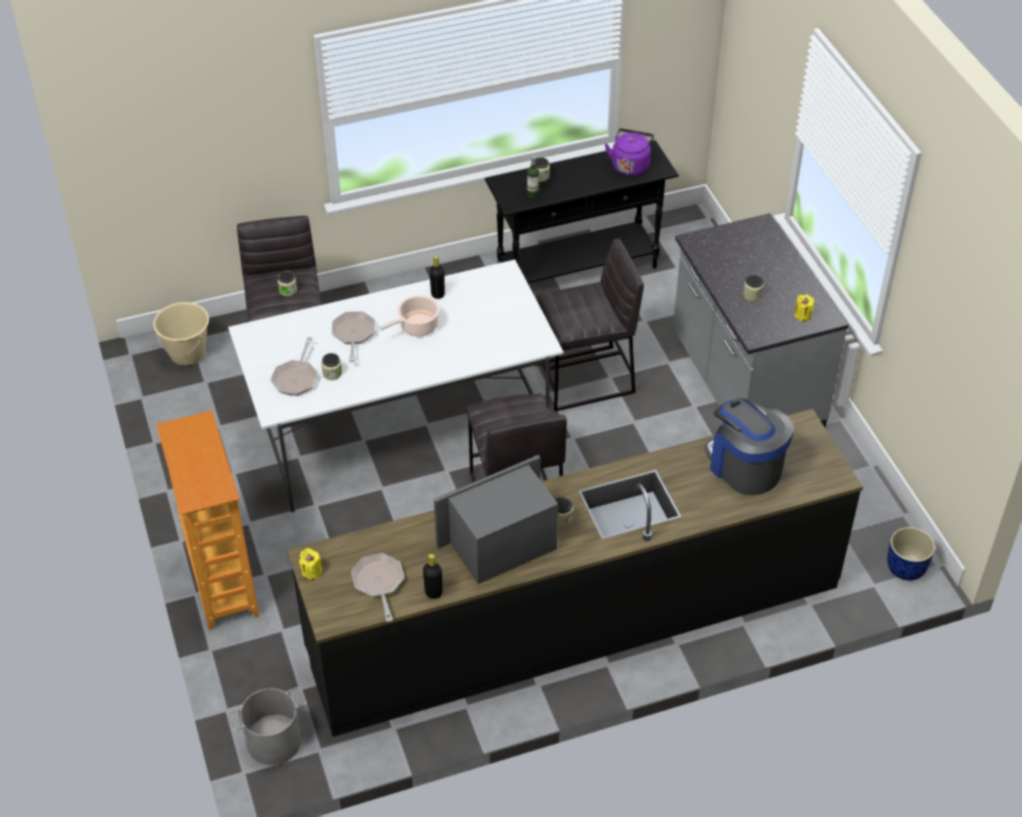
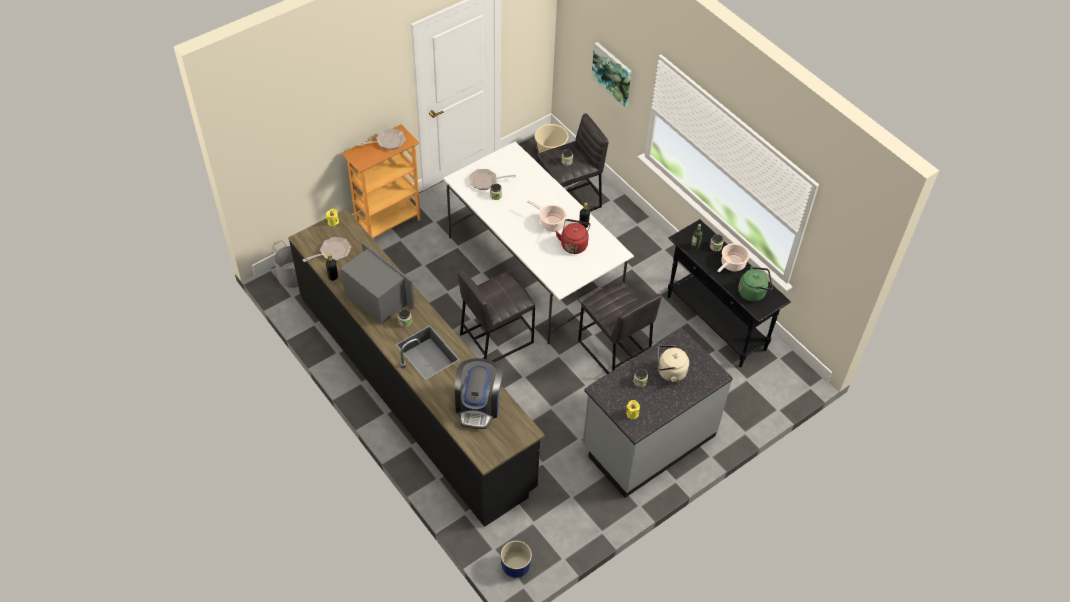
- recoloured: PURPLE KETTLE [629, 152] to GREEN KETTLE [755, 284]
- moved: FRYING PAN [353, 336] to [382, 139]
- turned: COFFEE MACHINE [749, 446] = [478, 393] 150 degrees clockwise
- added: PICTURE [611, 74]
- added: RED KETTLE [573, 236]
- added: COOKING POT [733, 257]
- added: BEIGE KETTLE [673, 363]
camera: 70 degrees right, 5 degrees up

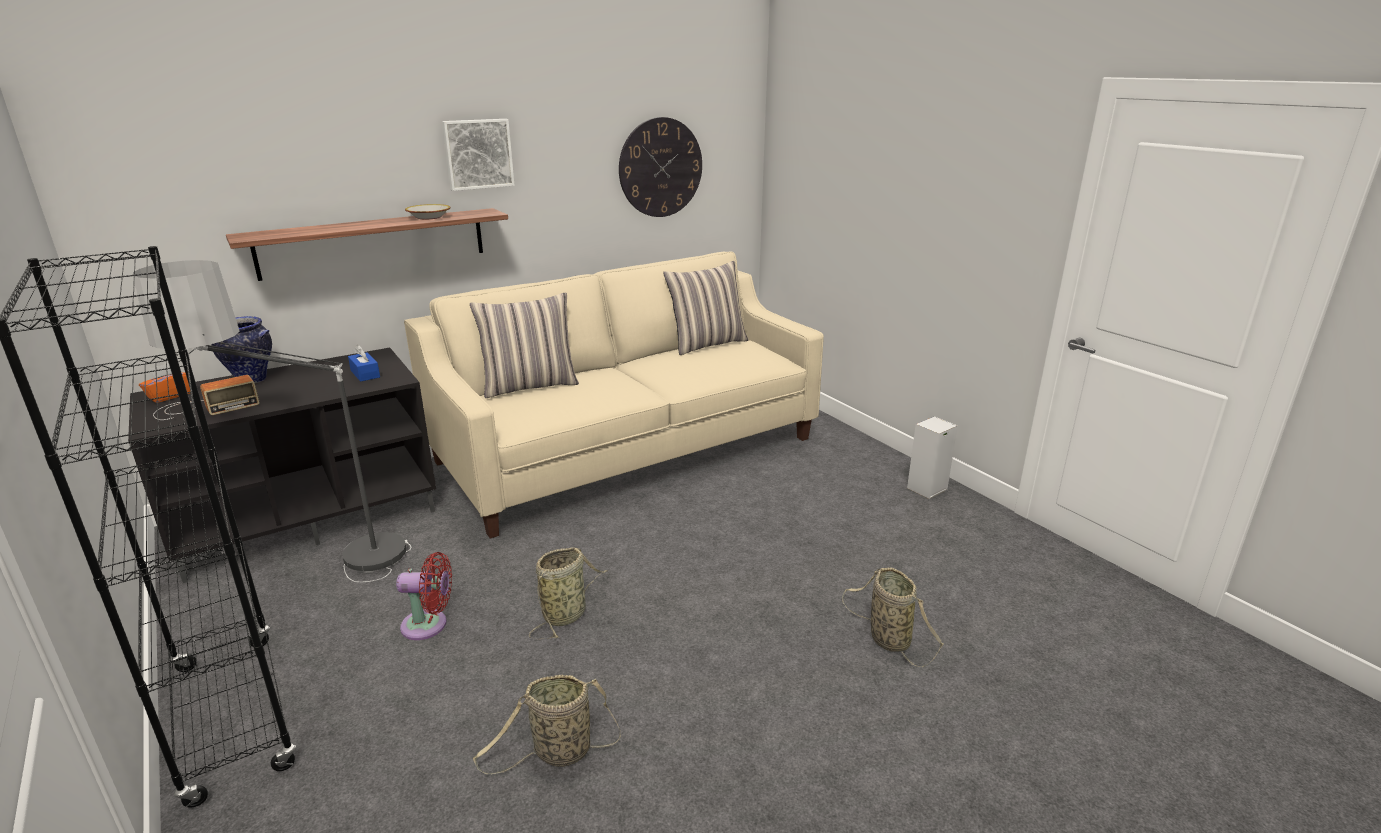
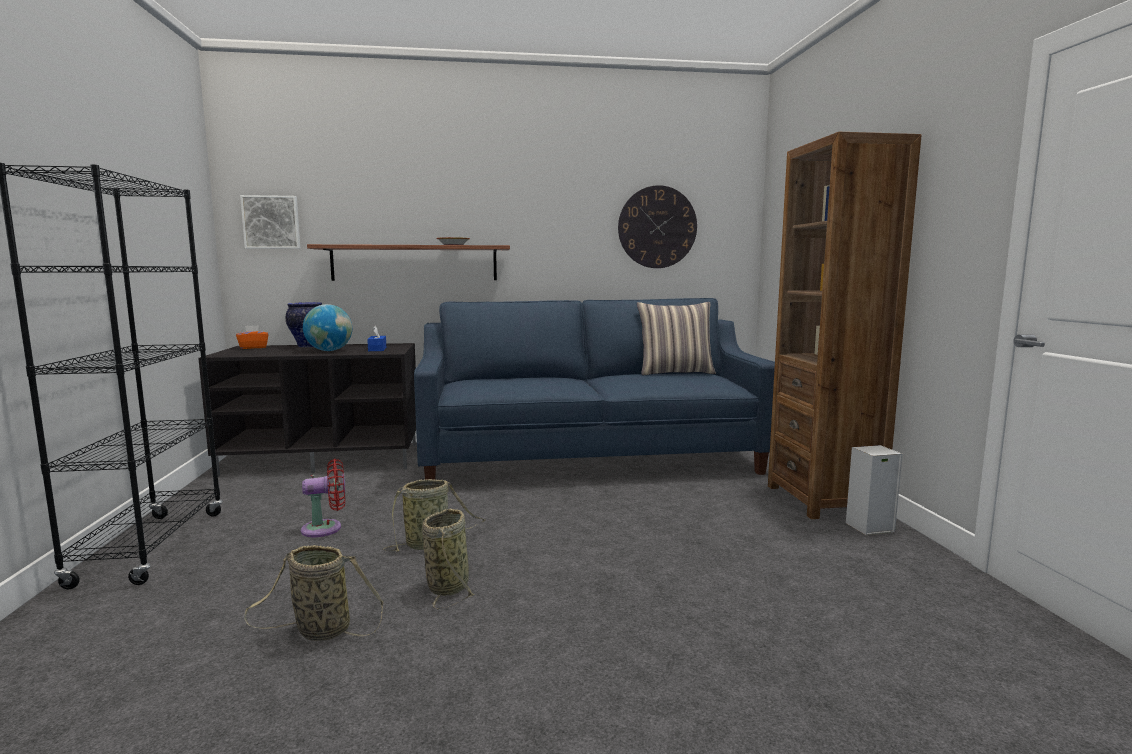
- moved: PICTURE [478, 155] to [270, 222]
- recoloured: BEIGE SOFA [614, 394] to BLUE SOFA [594, 389]
- removed: FLOOR LAMP [272, 421]
- removed: PILLOW [524, 345]
- removed: RADIO [206, 397]
- turned: RED FAN [424, 596] = [323, 498] 45 degrees counterclockwise
- moved: BASKET [892, 617] to [448, 559]
- added: BROWN BOOKCASE [845, 325]
- added: GLOBE [327, 327]
camera: 25 degrees right, 15 degrees down

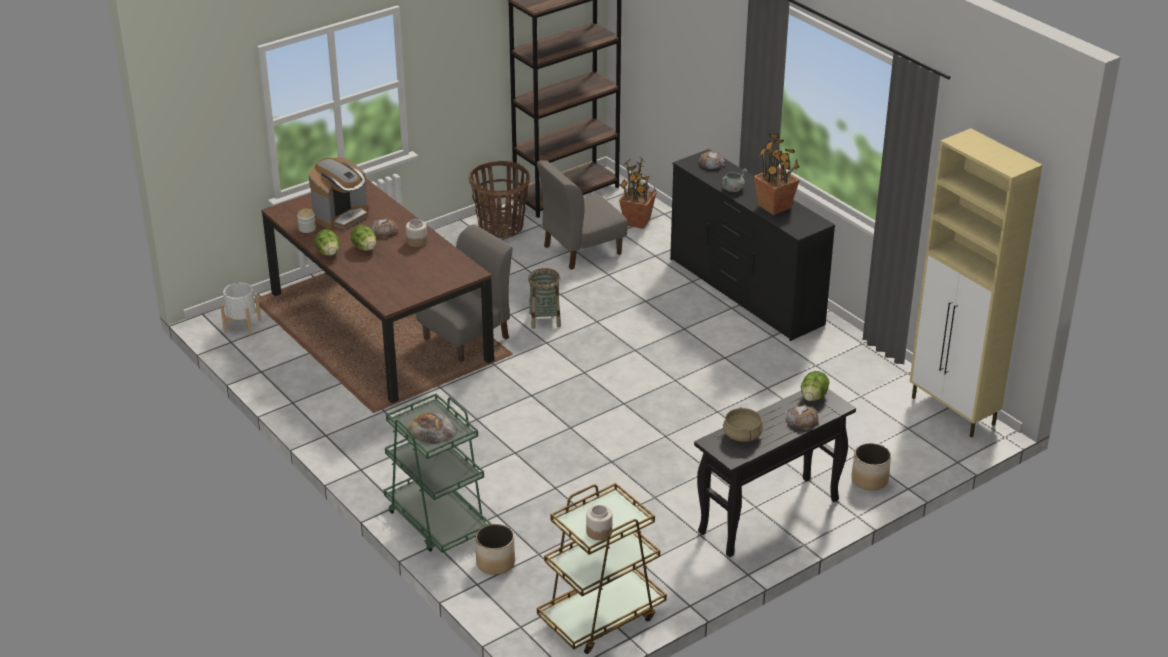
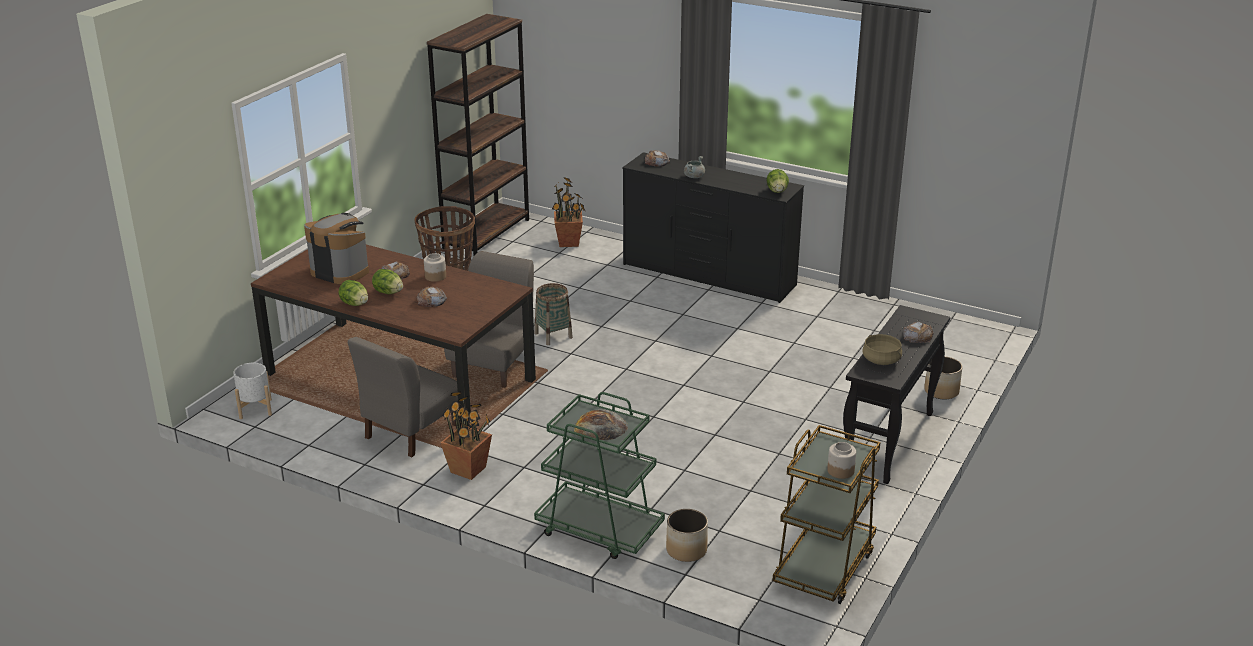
- removed: BEIGE CABINET [976, 283]
- moved: POTTED PLANT [776, 174] to [466, 435]
- turned: COFFEE MACHINE [338, 193] = [336, 248] 75 degrees counterclockwise
- moved: GREY CHAIR [582, 215] to [403, 397]
- removed: JAR [306, 220]
- moved: LETTUCE [815, 386] to [777, 181]
- added: BREAD [432, 297]
camera: 25 degrees left, 5 degrees down

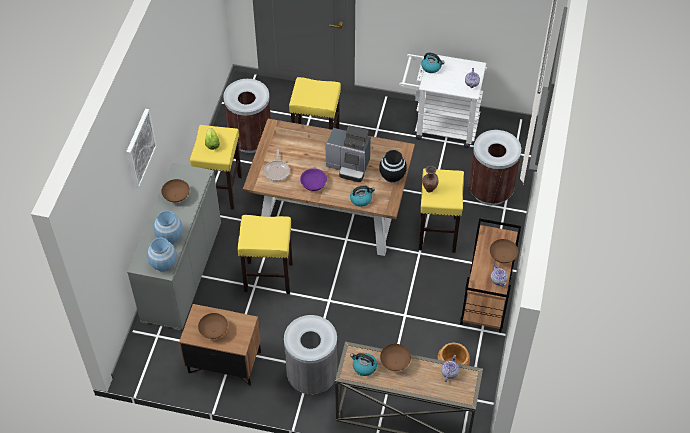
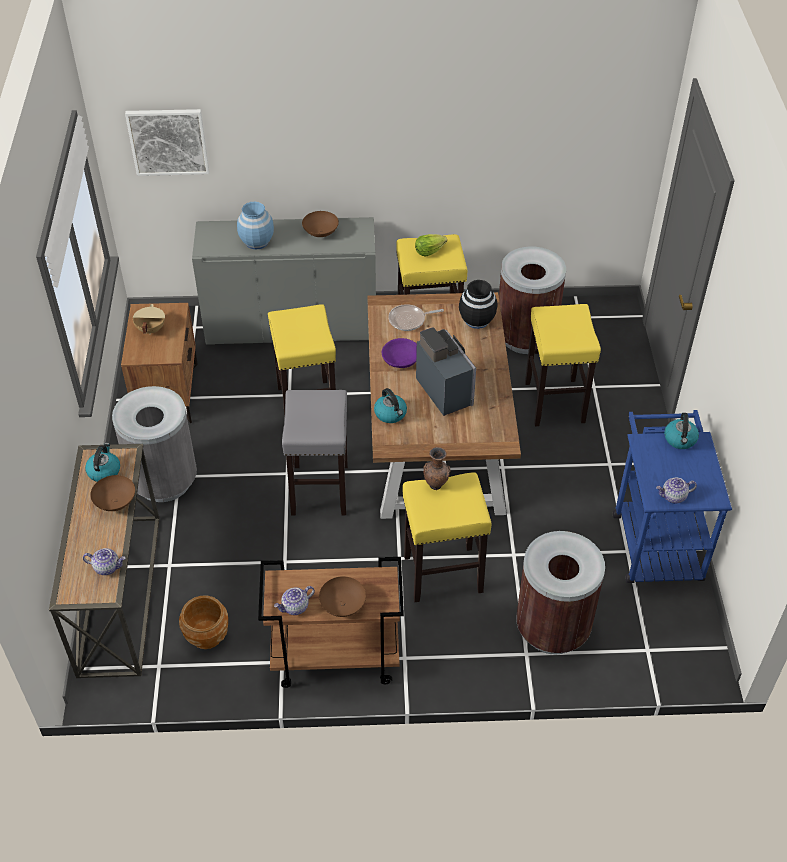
- recoloured: WHITE CART [443, 101] to BLUE CART [672, 496]
- moved: PICTURE [141, 149] to [167, 142]
- turned: COFFEE MACHINE [348, 154] = [446, 371] 150 degrees clockwise
- moved: BLACK VASE [393, 166] to [478, 304]
- removed: BLUE VASE [162, 254]
- replaced: BROWN BOWL [213, 326] to BEIGE COOKING POT [149, 319]
- added: GREY STOOL [315, 452]
camera: 75 degrees right, 5 degrees down

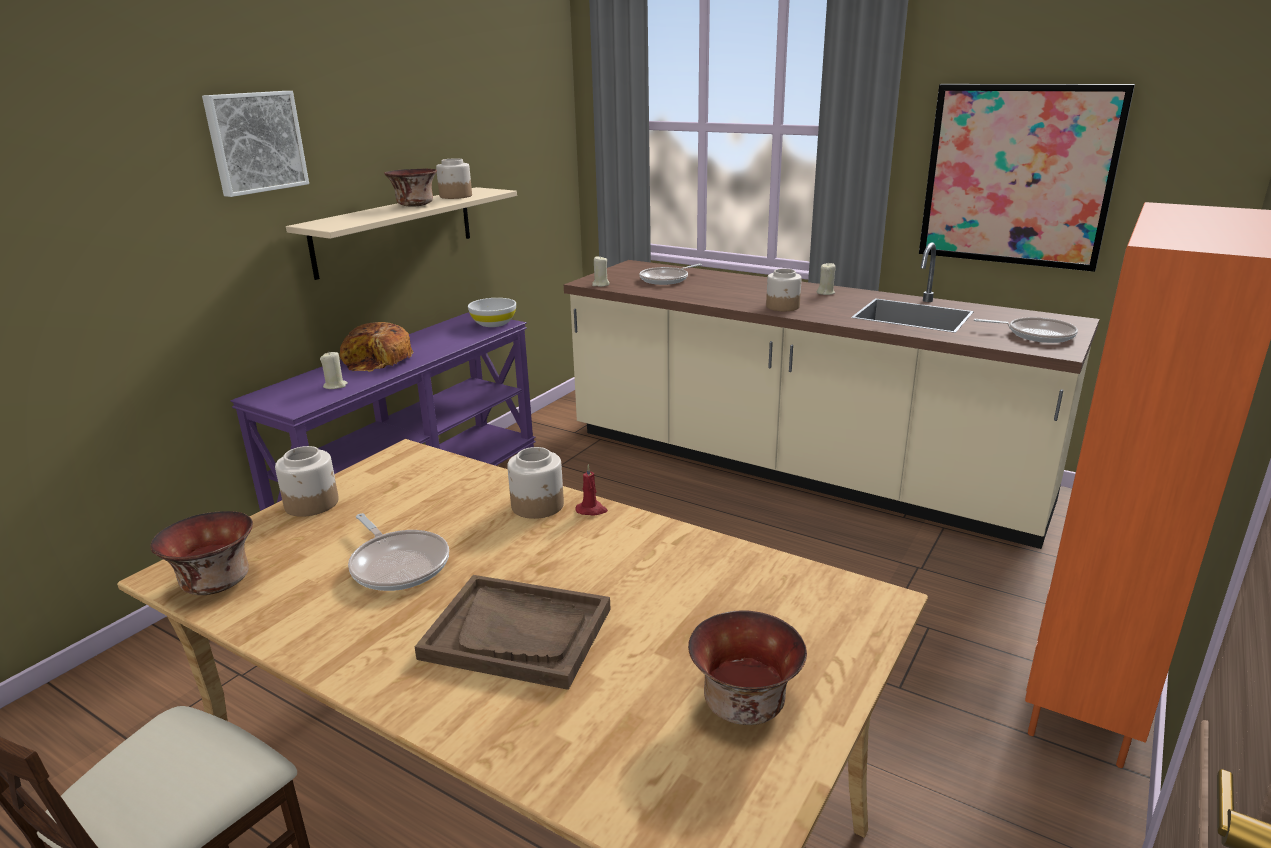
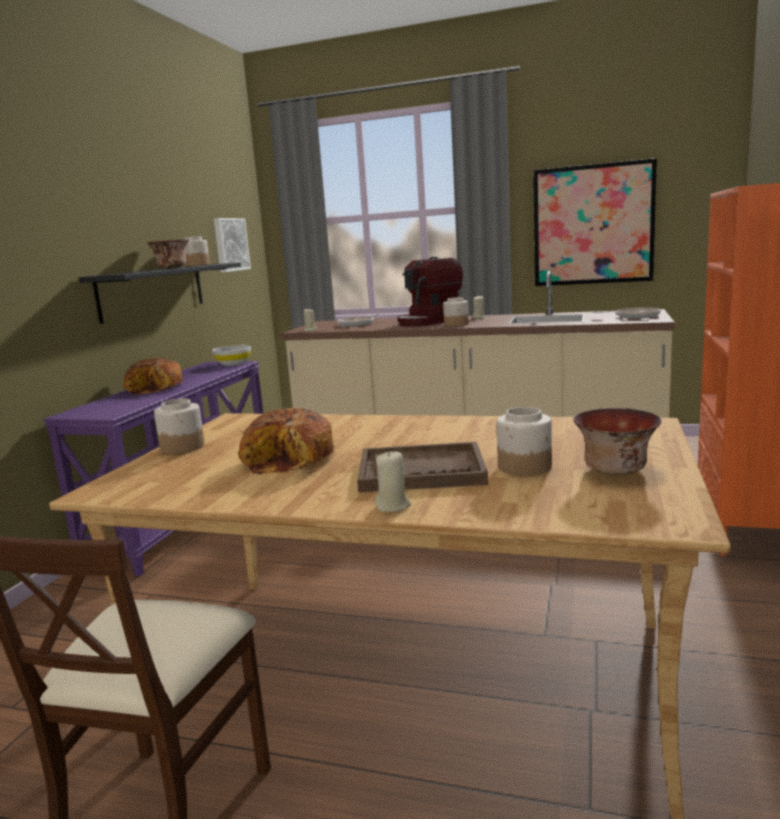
- moved: PICTURE [255, 144] to [232, 245]
- recoloured: BEIGE SHELF [401, 233] to BLACK SHELF [160, 293]
- moved: BEIGE CANDLE [334, 370] to [393, 481]
- moved: JAR [535, 483] to [524, 441]
- removed: RED CANDLE [592, 489]
- removed: BOWL [201, 553]
- replaced: FRYING PAN [398, 552] to BREAD [286, 441]
- added: COFFEE MACHINE [430, 292]
camera: 15 degrees left, 10 degrees down

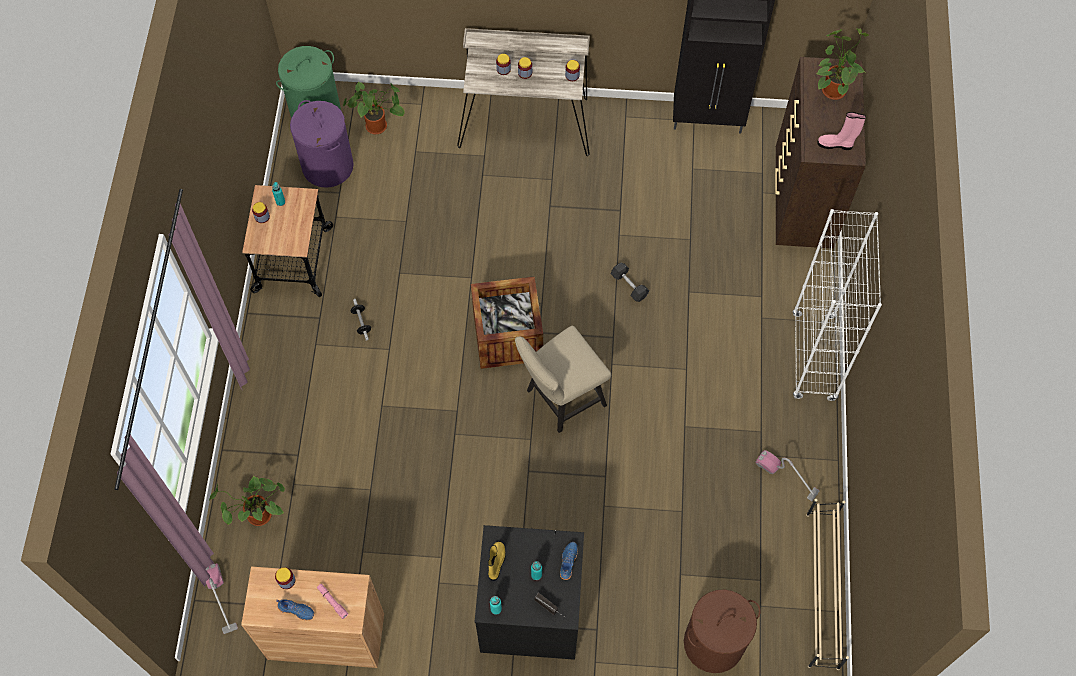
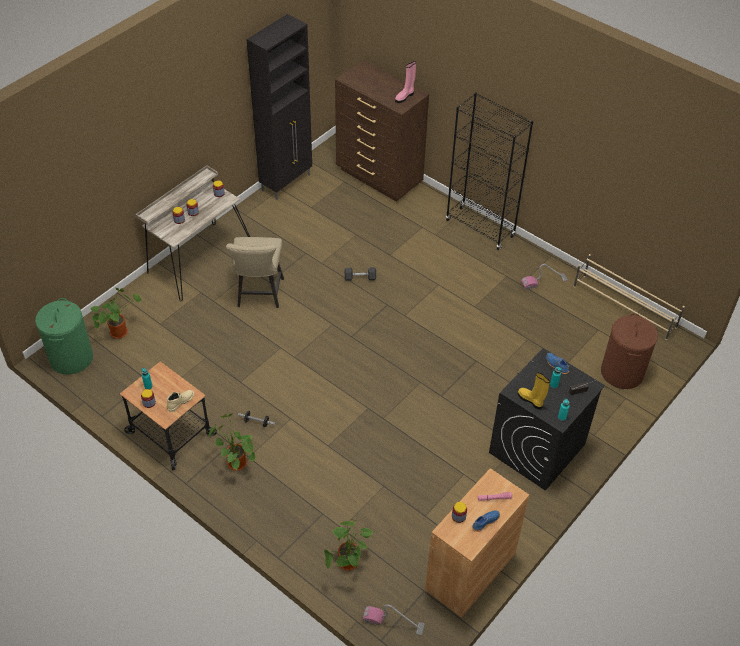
- moved: POTTED PLANT [843, 64] to [231, 442]
- removed: PURPLE LAUNDRY BASKET [322, 144]
- recoloured: WHITE BOOKCASE [837, 305] to BLACK BOOKCASE [489, 171]
- removed: CRATE [507, 322]
- moved: BEIGE CHAIR [563, 379] to [255, 272]
- added: BEIGE BOOT [180, 401]
camera: 55 degrees left, 15 degrees down

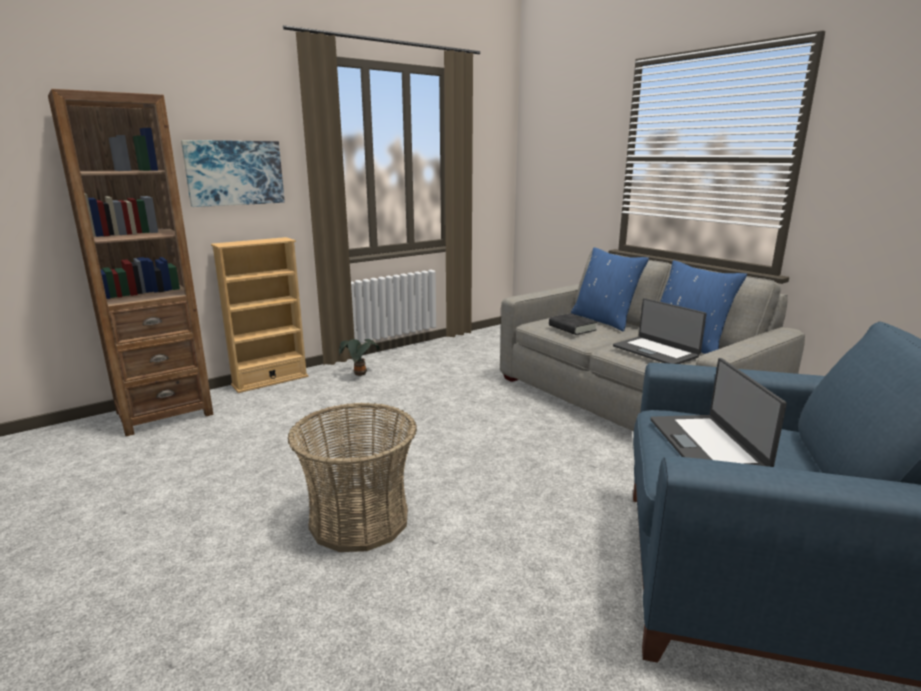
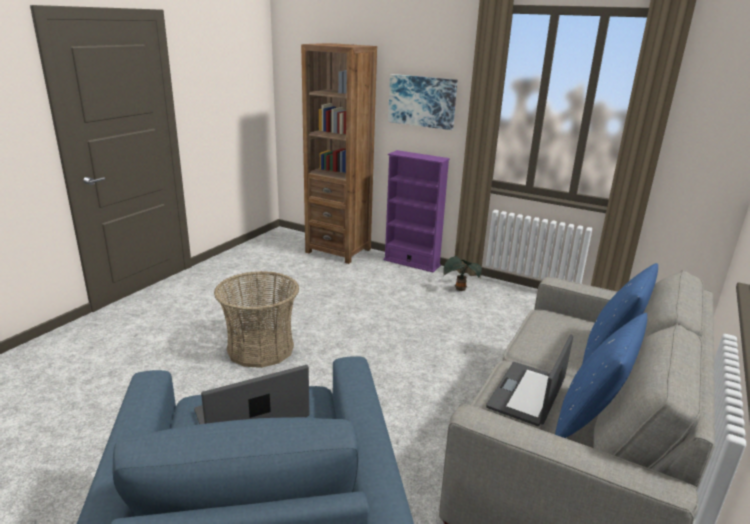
- recoloured: BEIGE BOOKCASE [260, 315] to PURPLE BOOKCASE [416, 211]
- removed: BLACK BOOK [573, 324]
camera: 65 degrees right, 5 degrees up

